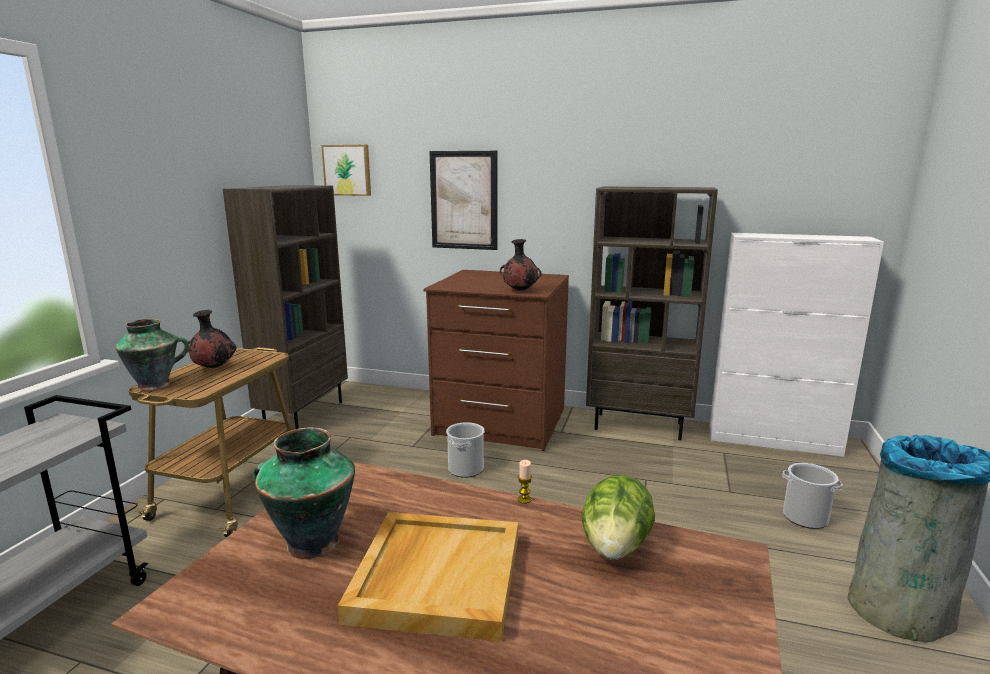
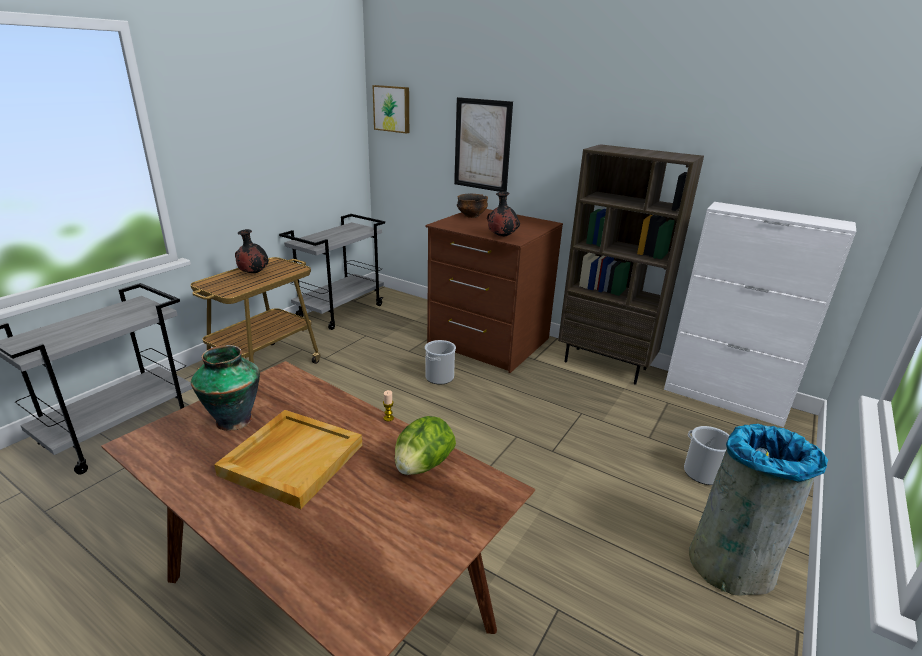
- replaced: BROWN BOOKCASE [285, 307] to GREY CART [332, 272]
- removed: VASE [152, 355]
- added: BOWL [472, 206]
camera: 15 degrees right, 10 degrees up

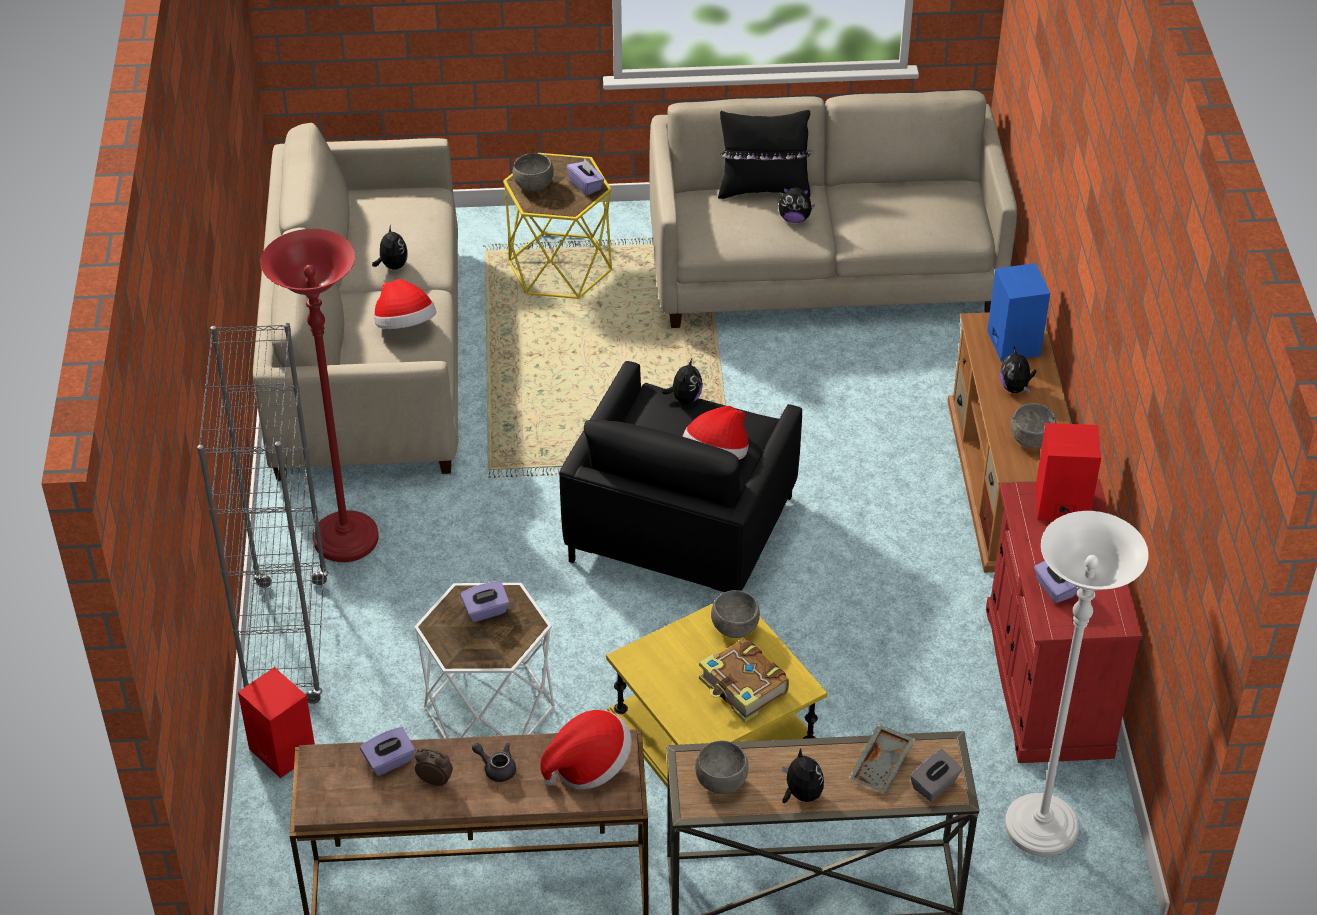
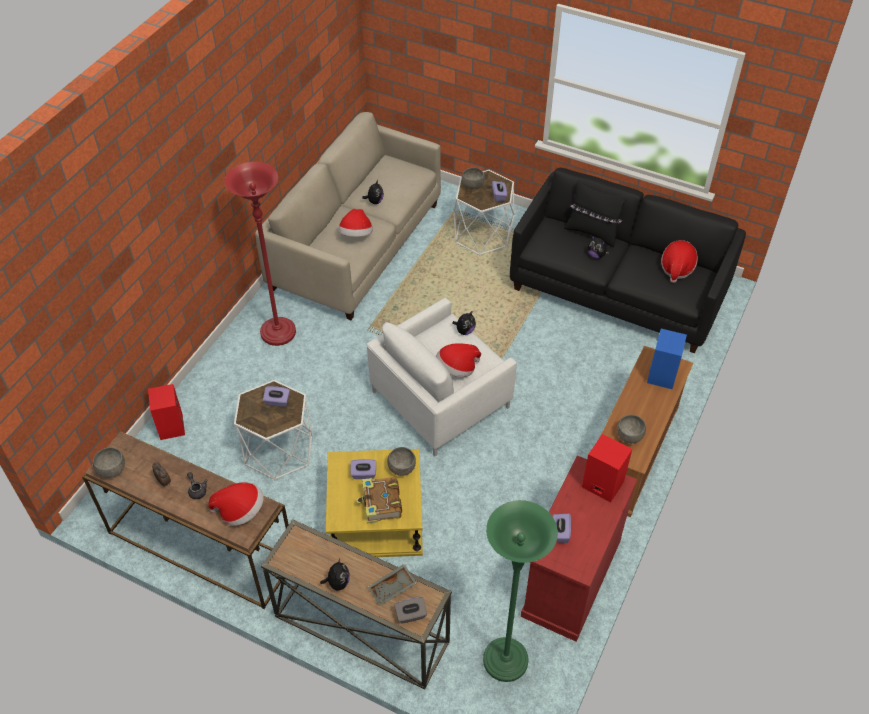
- recoloured: BEIGE SOFA [833, 209] to BLACK SOFA [628, 260]
- recoloured: YELLOW SIDE TABLE [557, 226] to WHITE SIDE TABLE [484, 212]
- removed: GREY BOOKCASE [263, 513]
- removed: PLUSH TOY [1018, 369]
- recoloured: BLACK ARMCHAIR [680, 476] to WHITE ARMCHAIR [442, 377]
- recoloured: WHITE FLOOR LAMP [1077, 684] to GREEN FLOOR LAMP [520, 591]
- moved: PURPLE TISSUE BOX [387, 751] to [363, 469]
- moved: GREY BOWL [722, 767] to [109, 462]
- added: HAT [679, 261]
camera: 30 degrees right, 5 degrees up

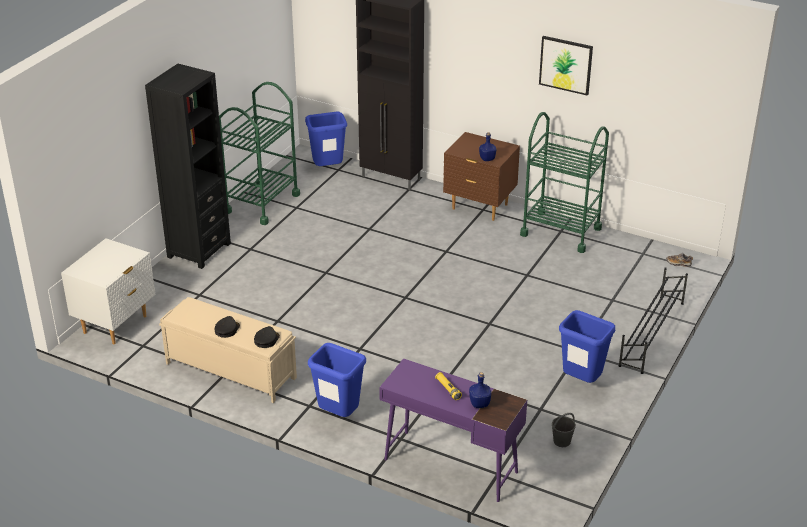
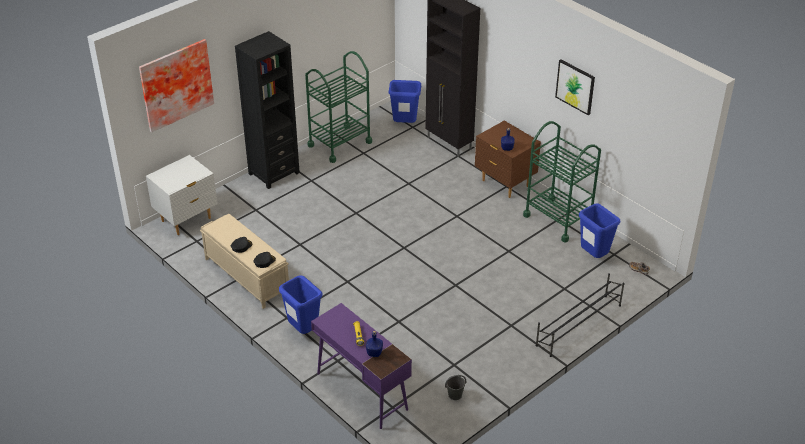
- moved: BLUE TRASH CAN [587, 346] to [599, 230]
- added: PICTURE [176, 86]
camera: 20 degrees right, 5 degrees up

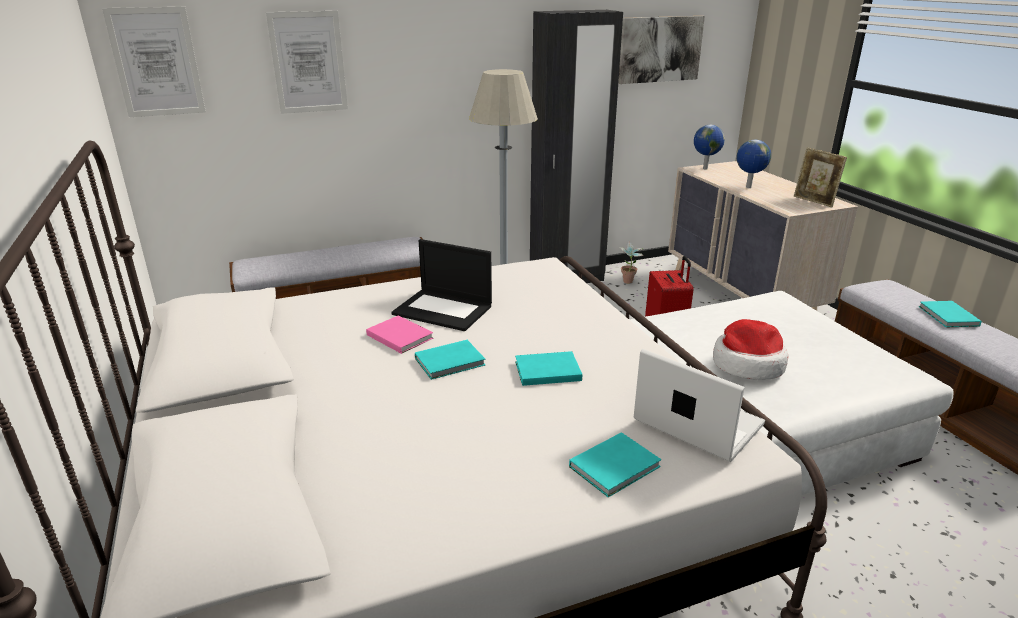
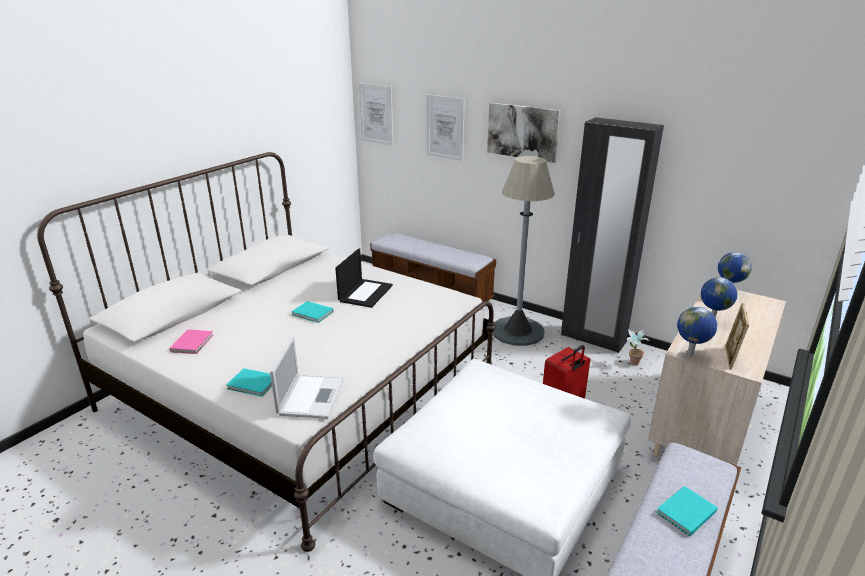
- moved: PICTURE [661, 50] to [524, 132]
- turned: LAPTOP [441, 285] = [364, 278] 150 degrees counterclockwise
- moved: PINK BOOK [399, 334] to [191, 341]
- removed: HAT [750, 349]
- removed: TURQUOISE BOOK [548, 368]
- added: GLOBE [697, 332]
camera: 55 degrees right, 0 degrees up

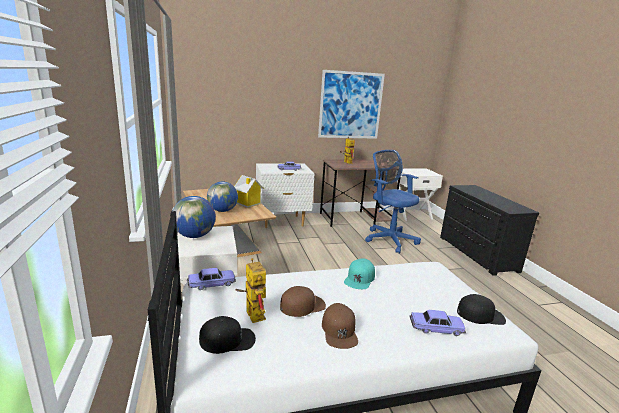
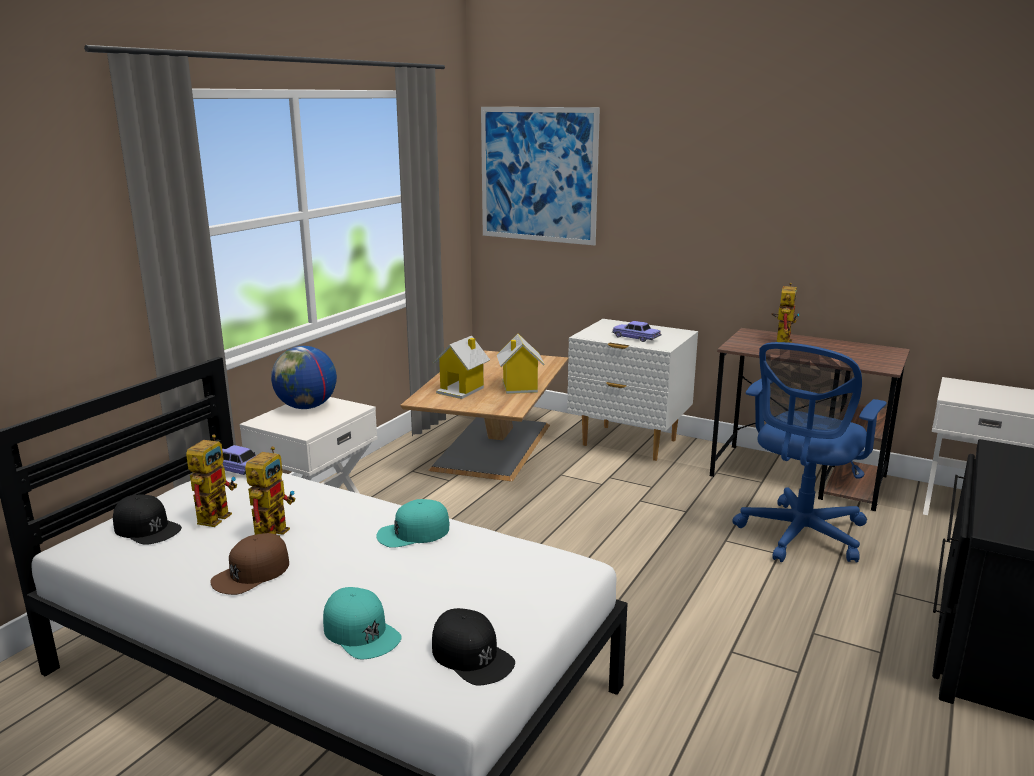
- moved: PICTURE [351, 104] to [540, 176]
- turned: BLUE OFFICE CHAIR [393, 202] = [809, 452] 150 degrees counterclockwise
- replaced: GLOBE [222, 197] to TOY HOUSE [461, 367]
- replaced: BROWN CAP [303, 301] to TOY ROBOT [270, 491]
- replaced: TOY CAR [438, 323] to TURQUOISE CAP [362, 623]
camera: 45 degrees right, 0 degrees up

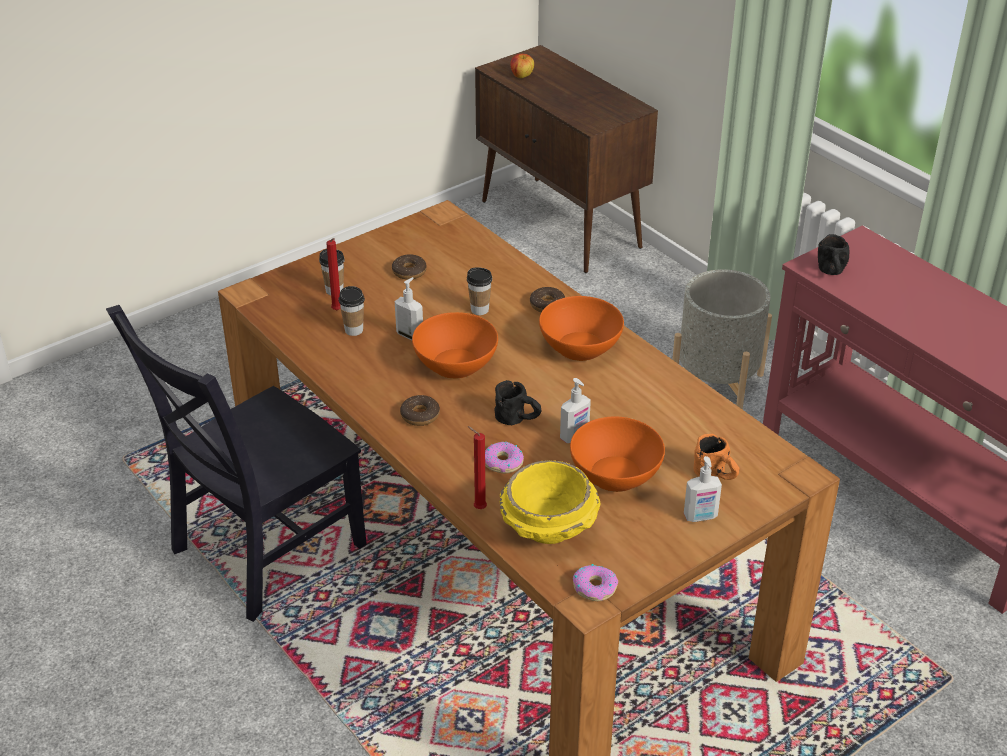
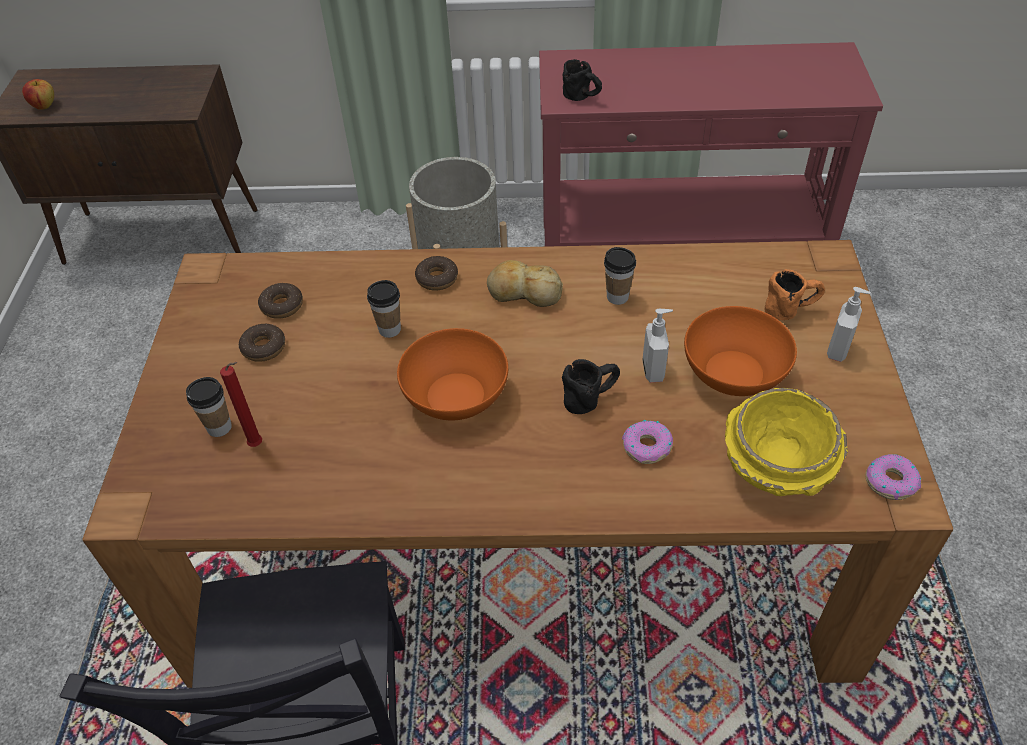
- removed: SOAP DISPENSER [409, 308]
- moved: CUP [351, 311] to [620, 276]
- replaced: ORANGE BOWL [581, 328] to BREAD [525, 283]
- moved: DONUT [420, 410] to [280, 301]
- removed: RED CANDLE [477, 467]
camera: 50 degrees left, 10 degrees up

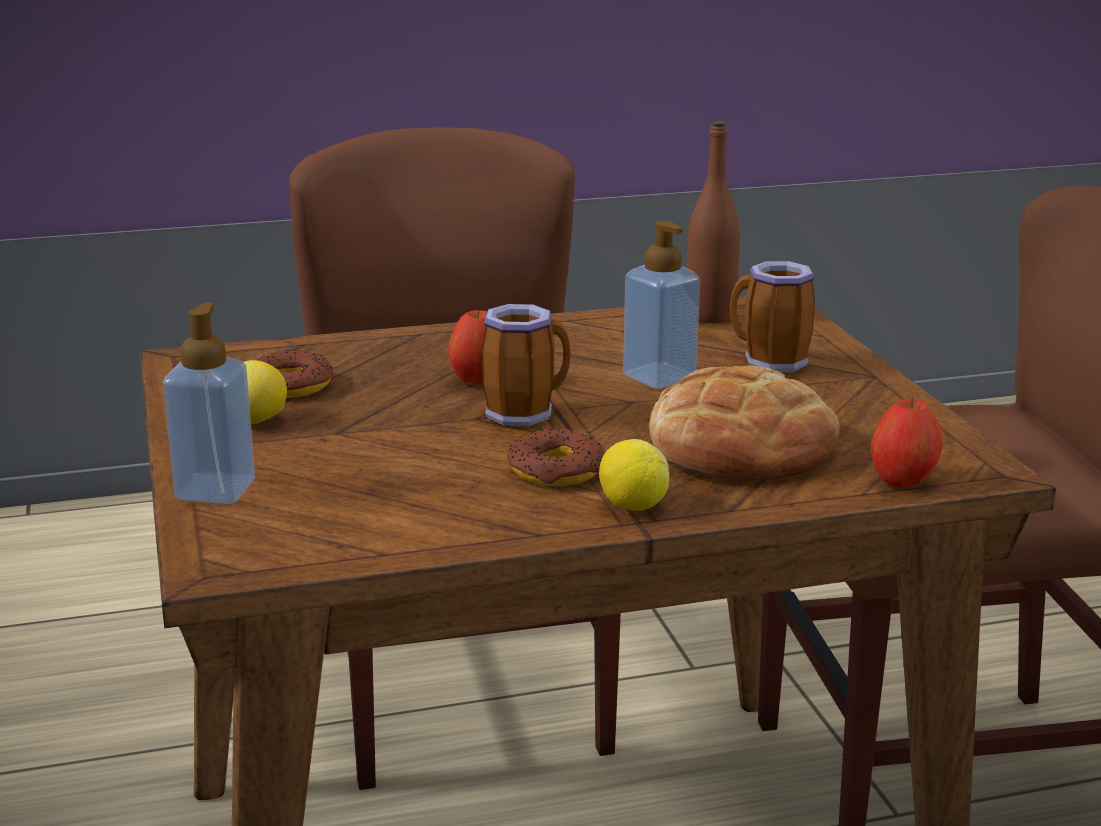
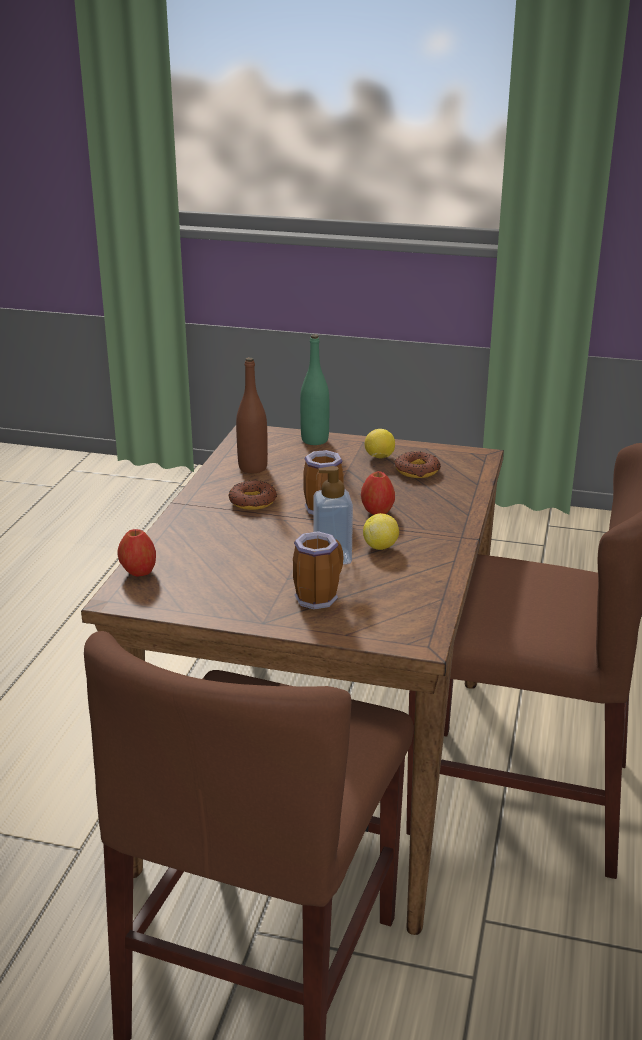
- moved: BROWN BOTTLE [713, 222] to [252, 415]
- replaced: SOAP DISPENSER [209, 403] to GREEN BOTTLE [314, 389]
- removed: BREAD [744, 422]
- moved: LEMON [634, 475] to [381, 531]
camera: 120 degrees right, 5 degrees up

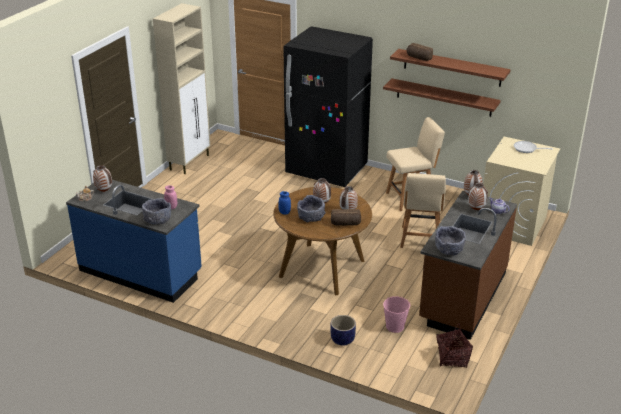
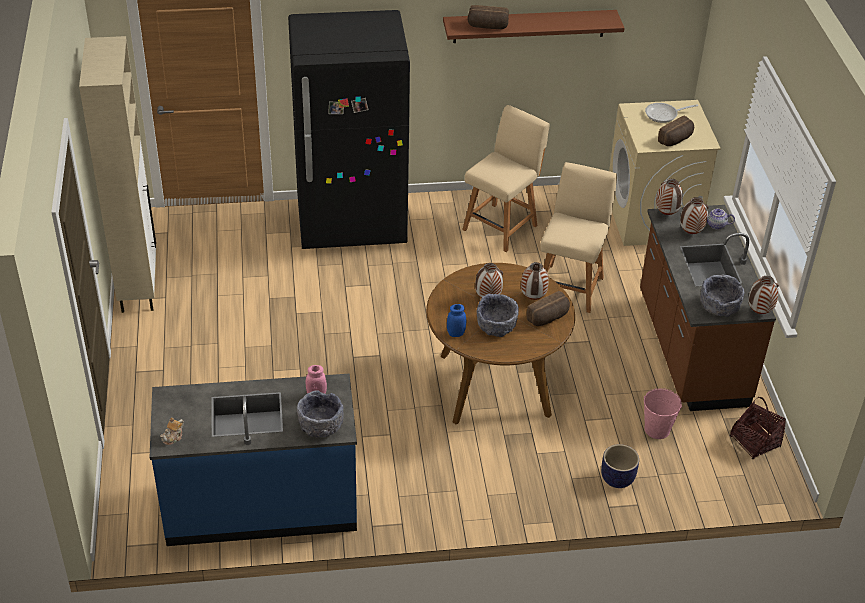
- removed: BROWN SHELF [442, 97]
- moved: VASE [102, 178] to [763, 295]
- turned: BEIGE CHAIR [423, 210] = [578, 237] 135 degrees counterclockwise
- added: BREAD [676, 130]
camera: 35 degrees left, 10 degrees up

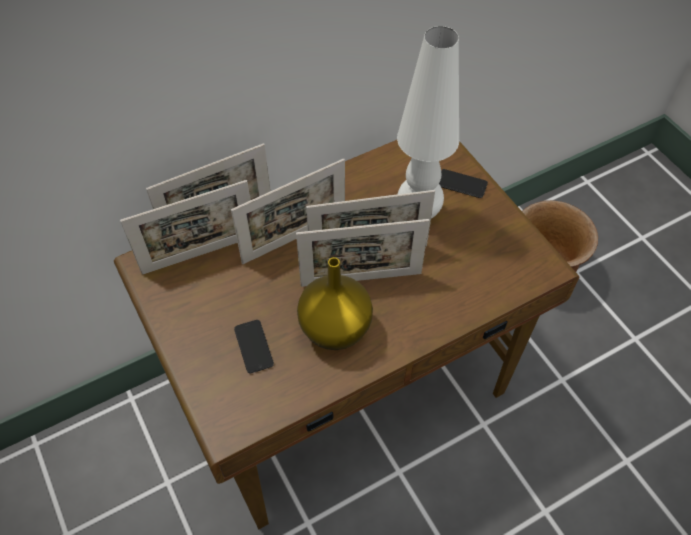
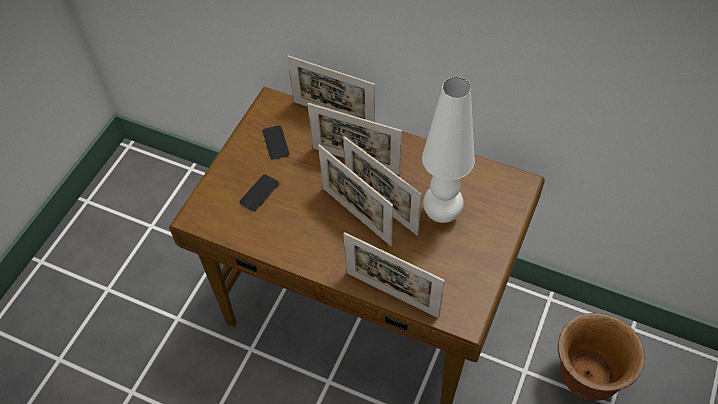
- moved: PHONE [463, 183] to [276, 142]
- moved: PICTURE FRAME [185, 227] to [394, 275]
- removed: YELLOW VASE [335, 303]
camera: 55 degrees right, 0 degrees up

